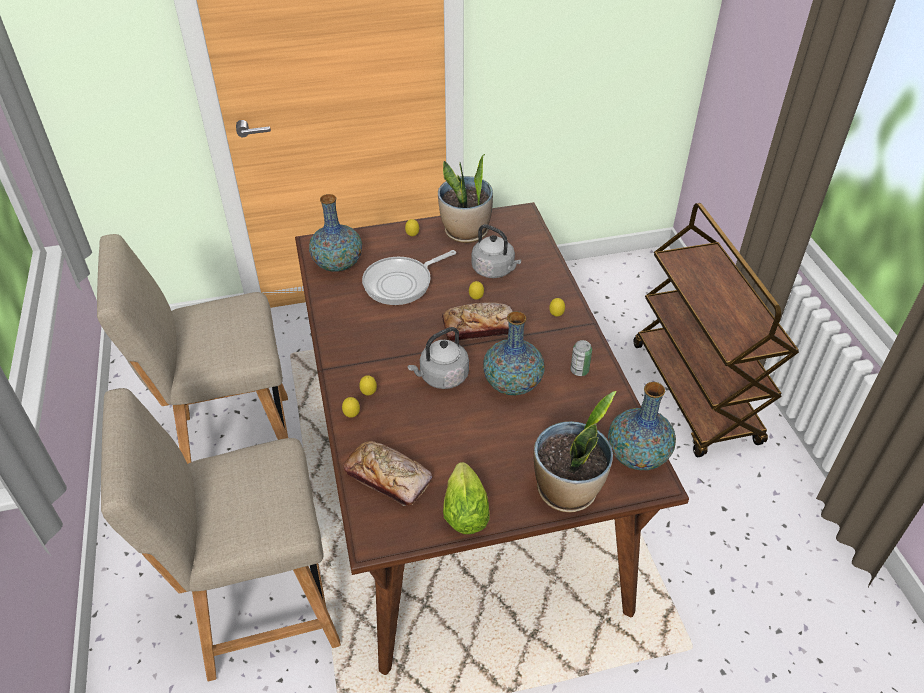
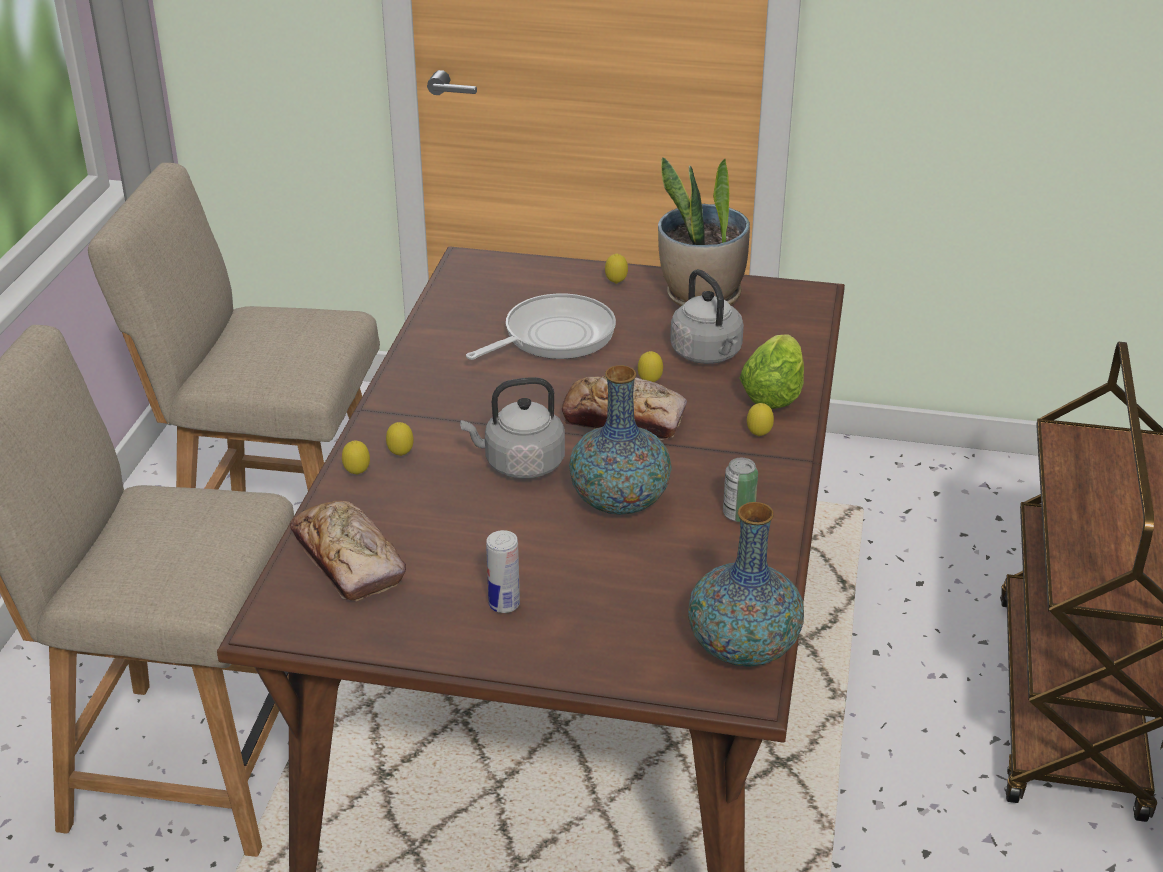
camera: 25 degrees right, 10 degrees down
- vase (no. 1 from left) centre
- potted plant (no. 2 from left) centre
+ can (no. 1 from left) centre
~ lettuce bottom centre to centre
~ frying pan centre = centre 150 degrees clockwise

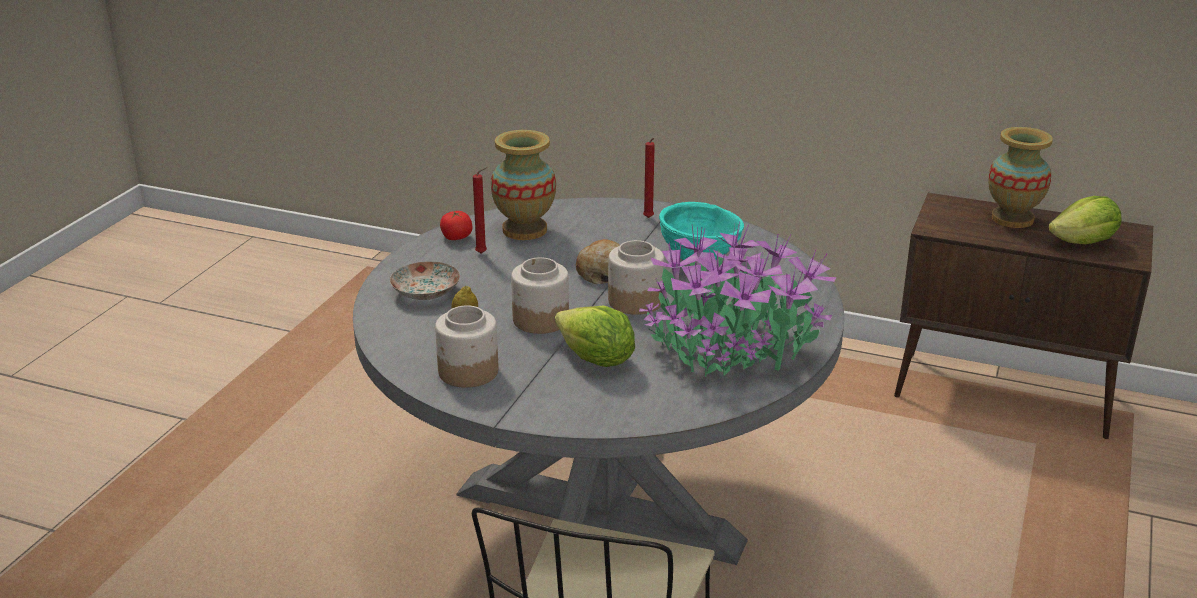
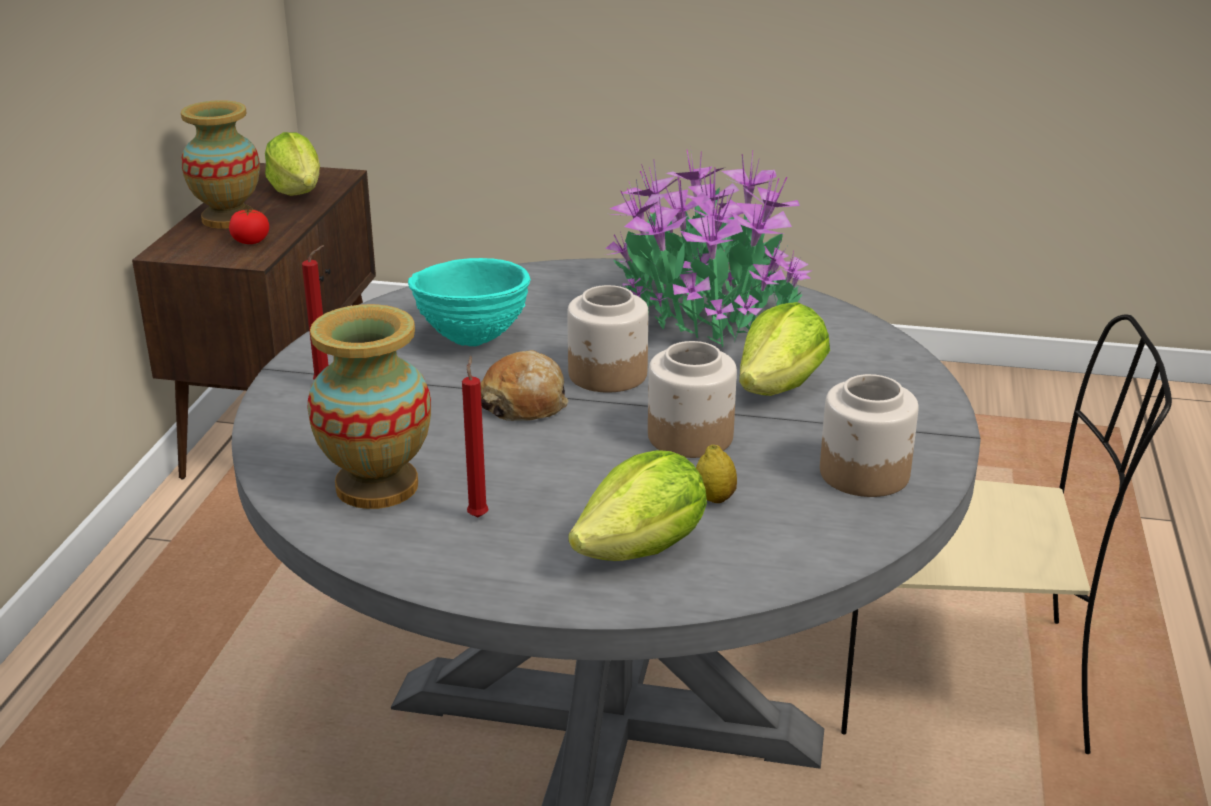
camera: 100 degrees left, 0 degrees up
~ tomato centre to top left
~ plate centre to lettuce (no. 2 from left) centre

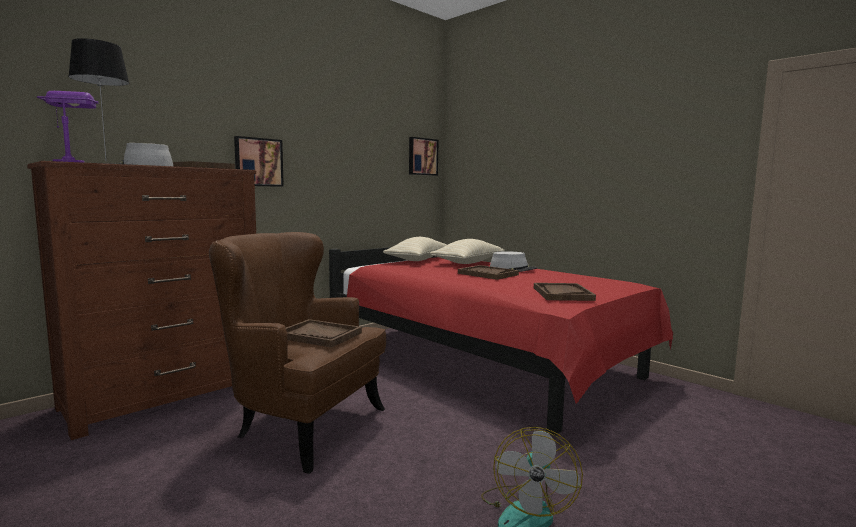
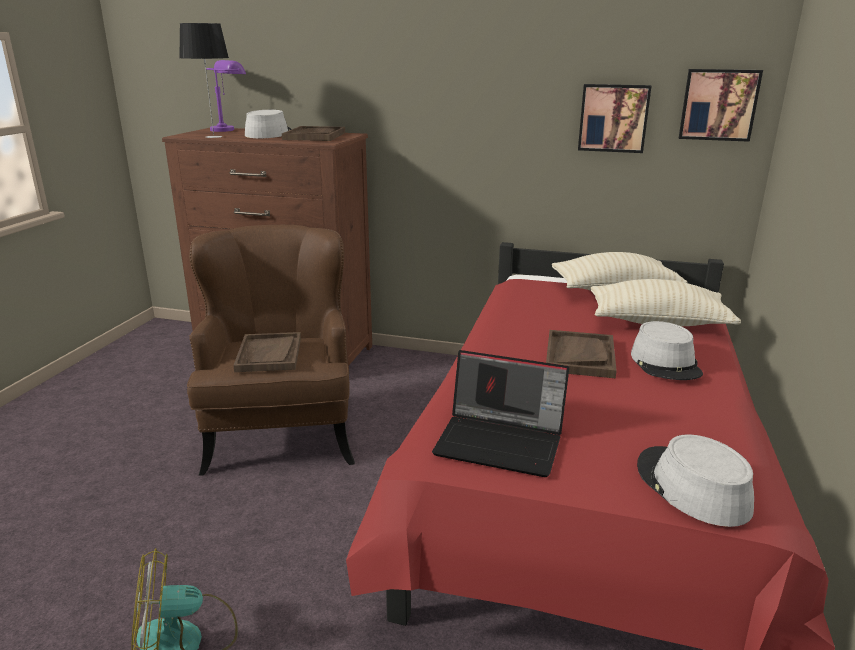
camera: 60 degrees right, 15 degrees up
+ grey hat (no. 3 from left) bottom right
~ picture (no. 1 from left) top left to top right
~ brown tray (no. 4 from left) centre to laptop centre

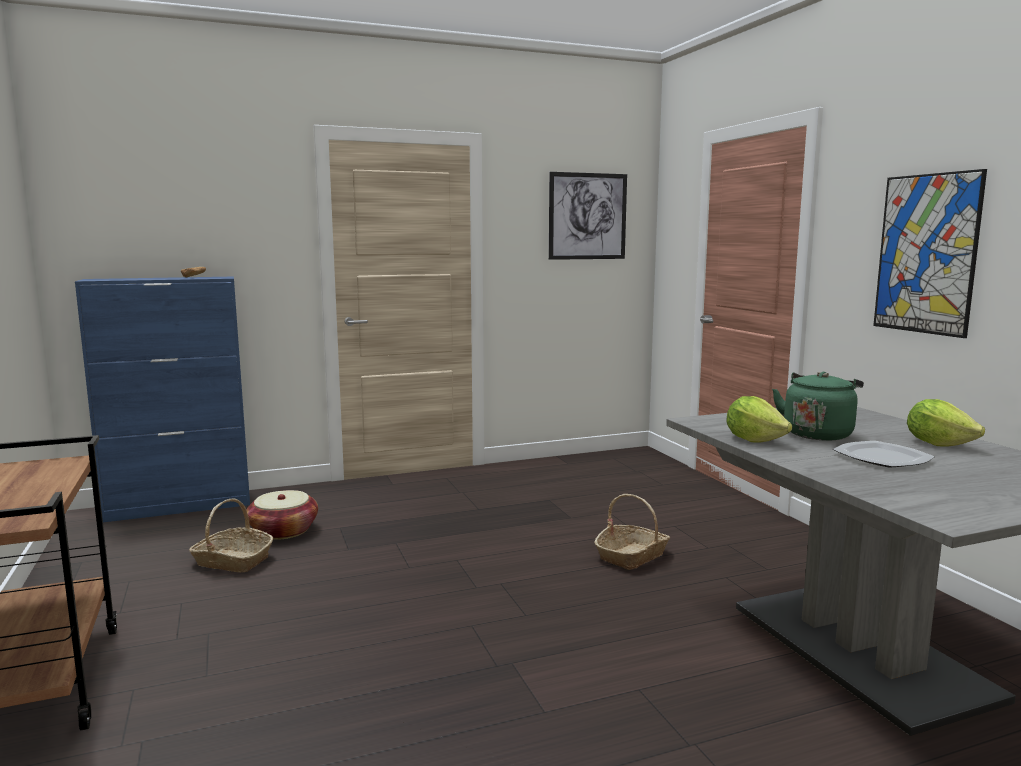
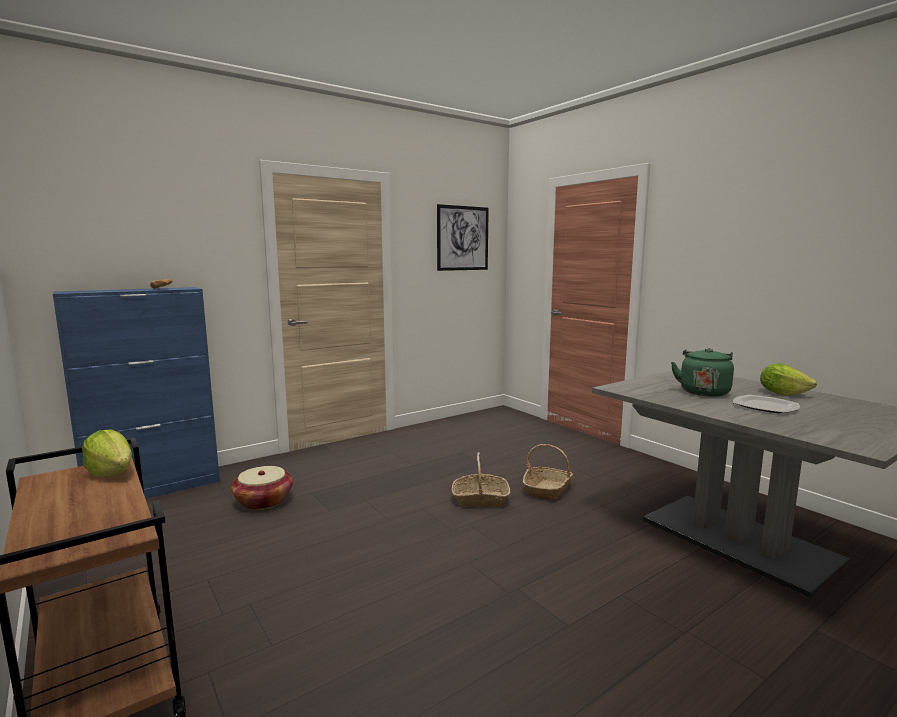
camera: 15 degrees left, 0 degrees up
- picture (no. 2 from left) top right
~ basket (no. 1 from left in the first image) bottom left to basket (no. 2 from left) bottom centre
~ lettuce (no. 1 from left) middle right to middle left

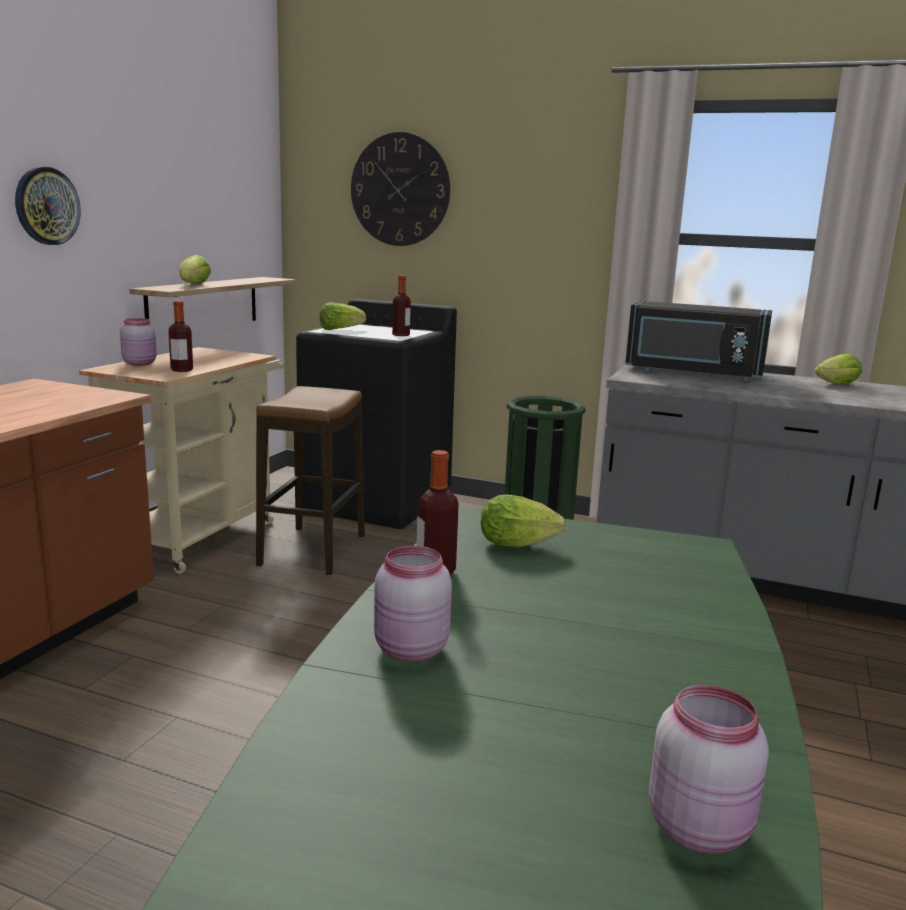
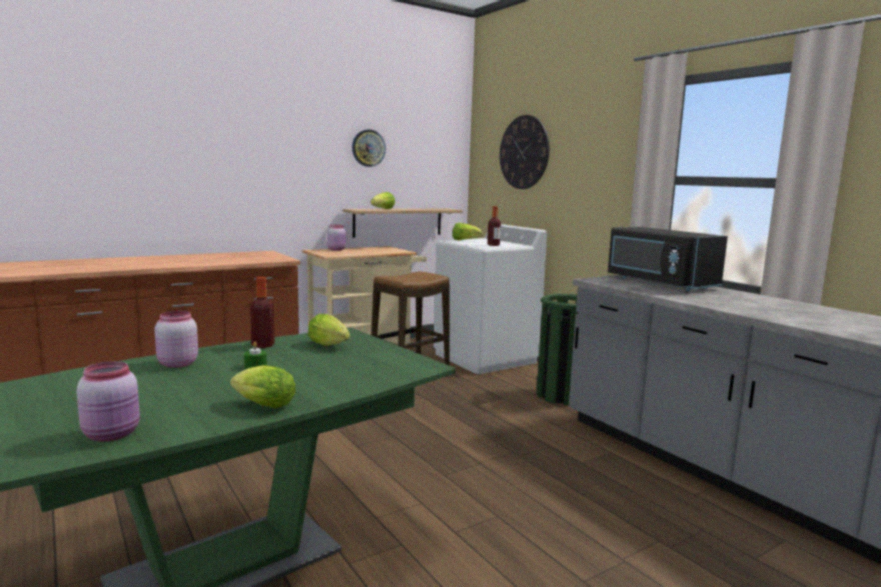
camera: 35 degrees right, 5 degrees down
- bottle (no. 1 from left) middle left
+ green candle middle left
~ wall clock (no. 1 from left) top left to top centre
~ lettuce (no. 4 from left in the first image) middle right to lettuce (no. 1 from left) middle left
~ black washing machine centre to white washing machine centre

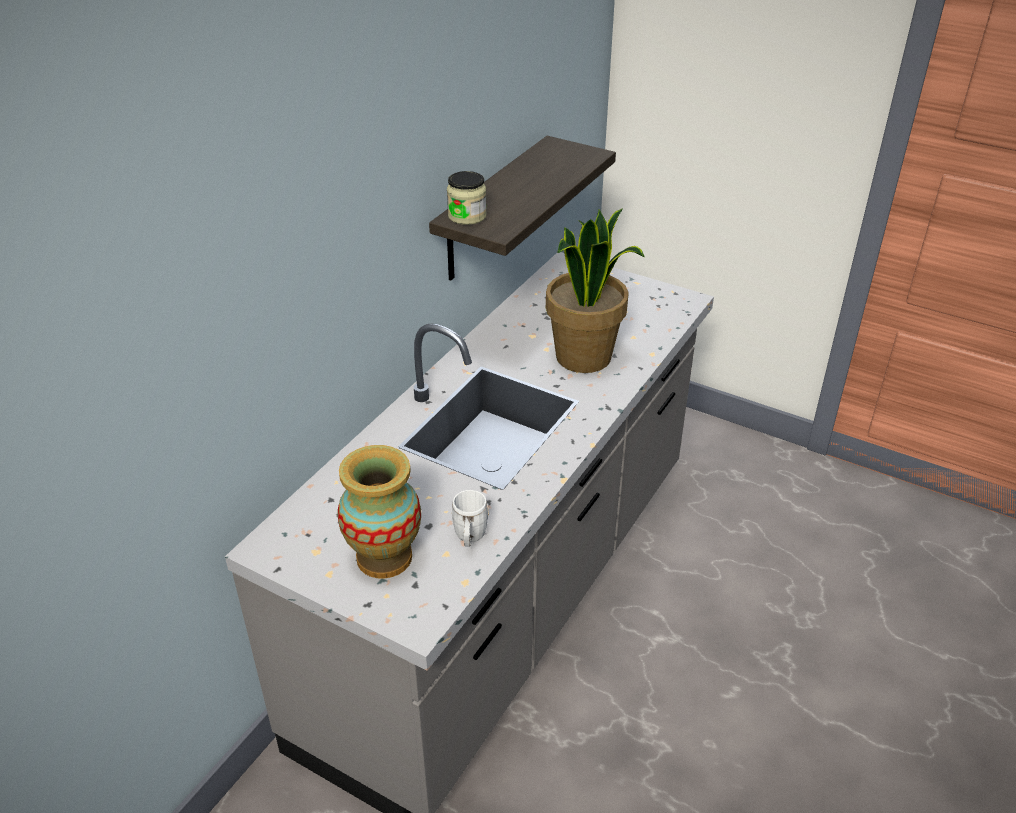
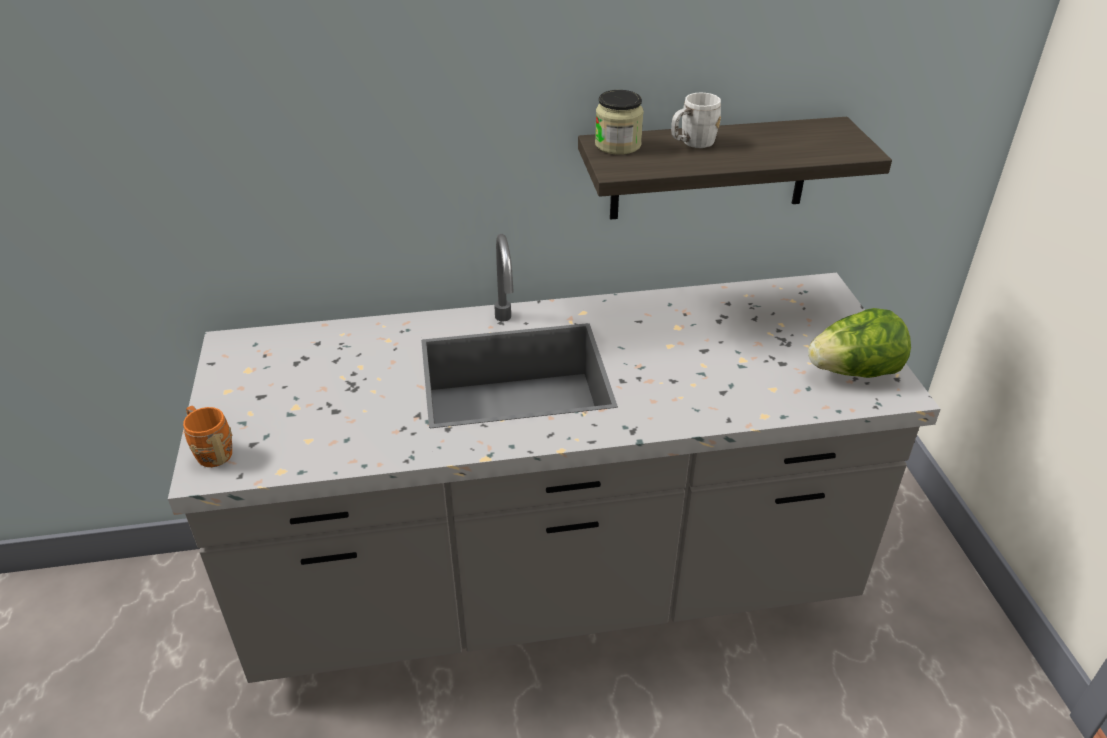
camera: 50 degrees right, 0 degrees up
- vase centre
- potted plant centre
+ orange mug middle left
+ lettuce middle right
~ white mug centre to top centre

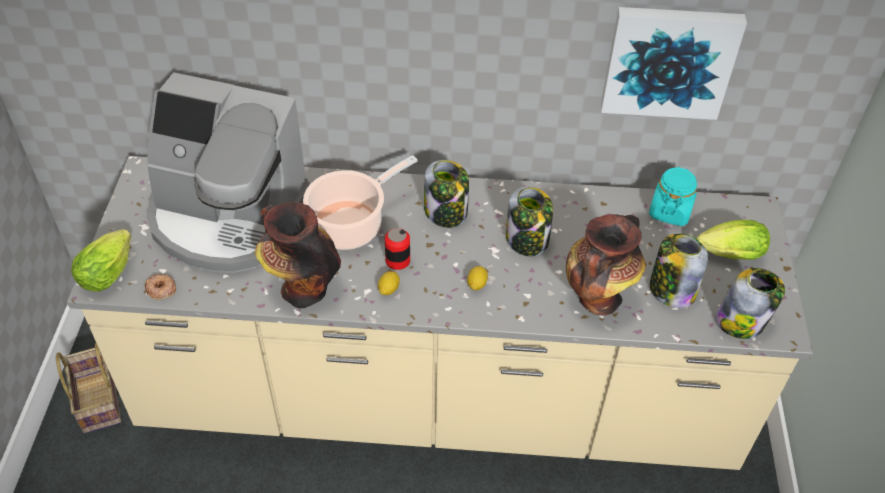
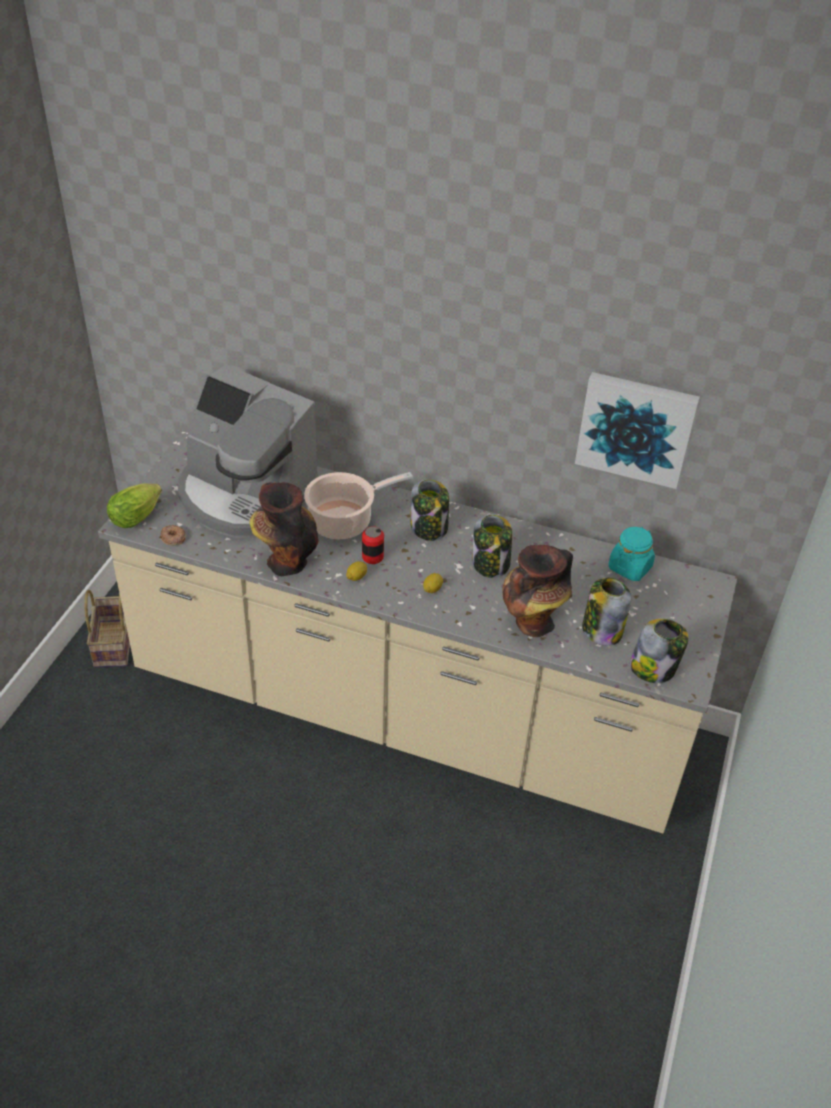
camera: 15 degrees right, 5 degrees down
- lettuce (no. 2 from left) middle right

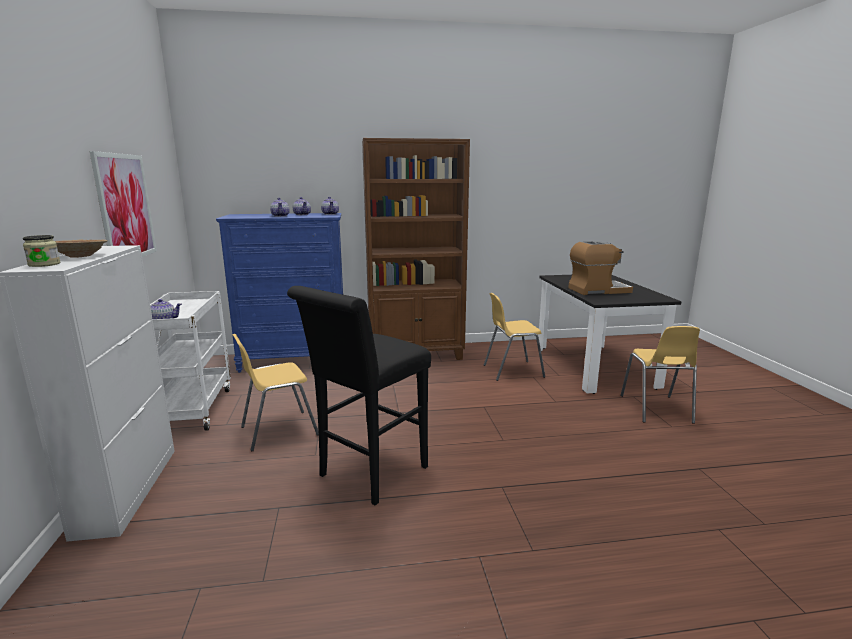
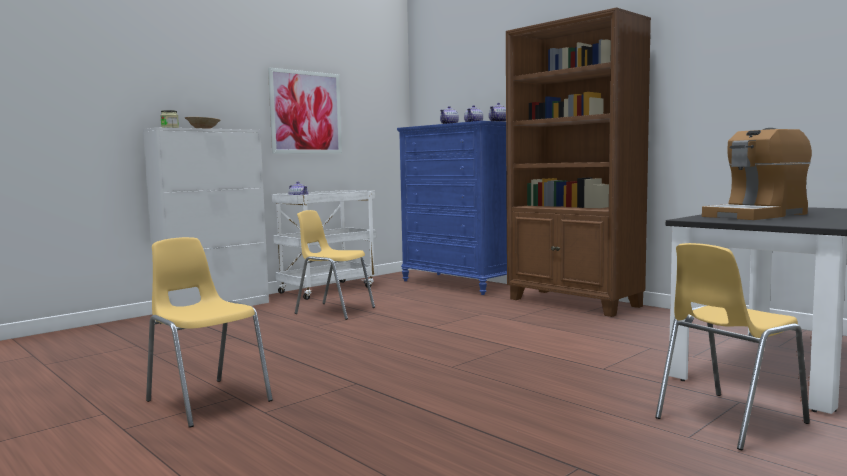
camera: 55 degrees right, 10 degrees down
- black stool centre
~ yellow chair (no. 2 from left in the first image) centre to yellow chair (no. 1 from left) bottom left
~ coffee machine middle right = middle right 105 degrees clockwise

